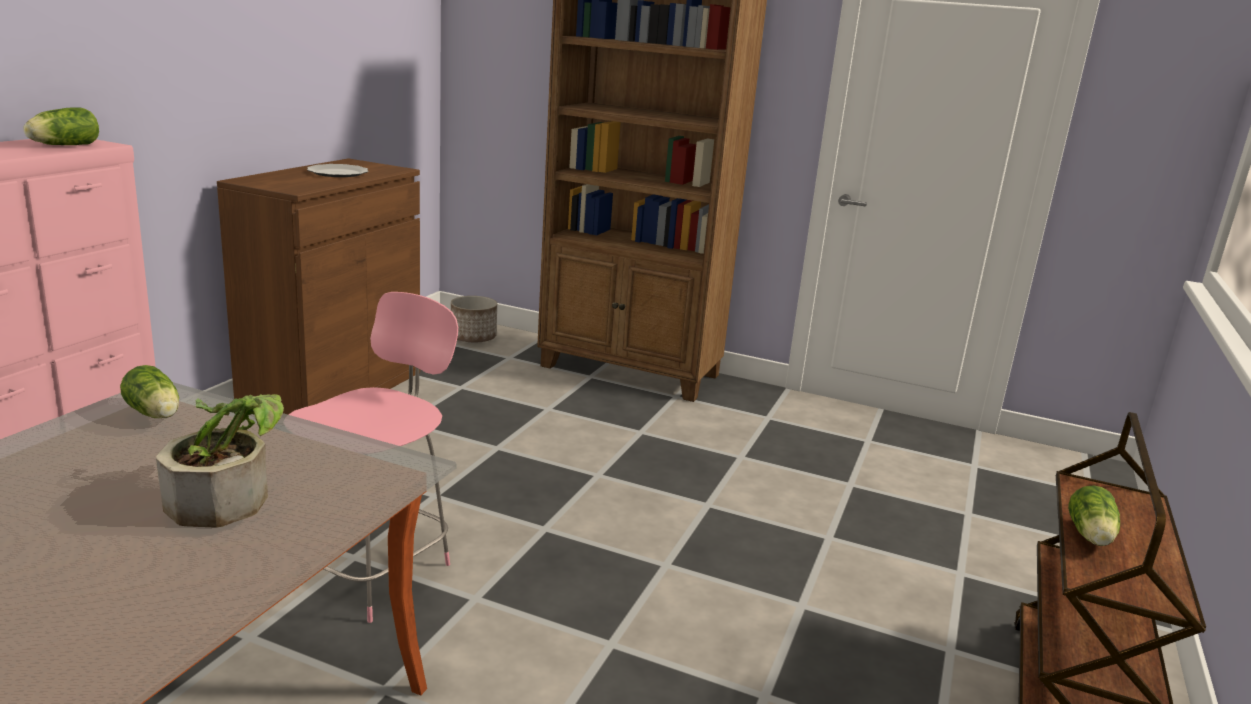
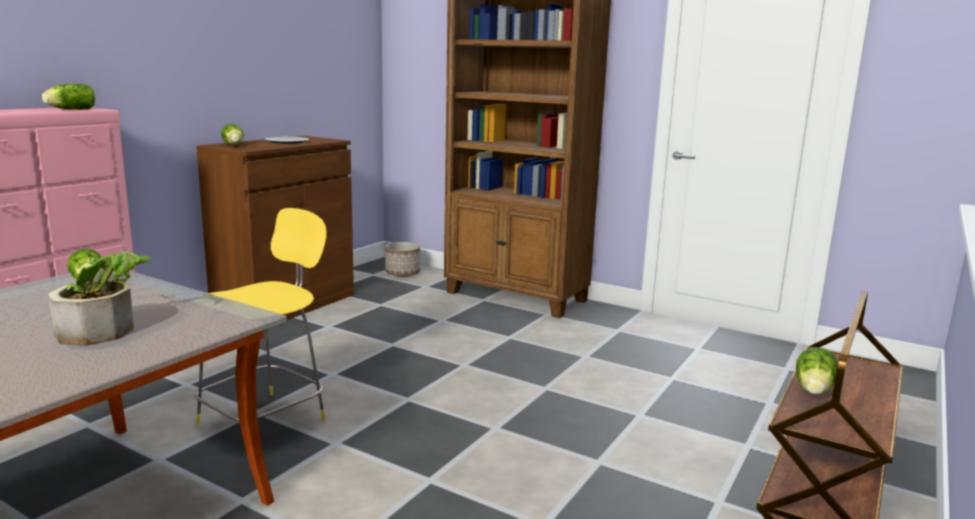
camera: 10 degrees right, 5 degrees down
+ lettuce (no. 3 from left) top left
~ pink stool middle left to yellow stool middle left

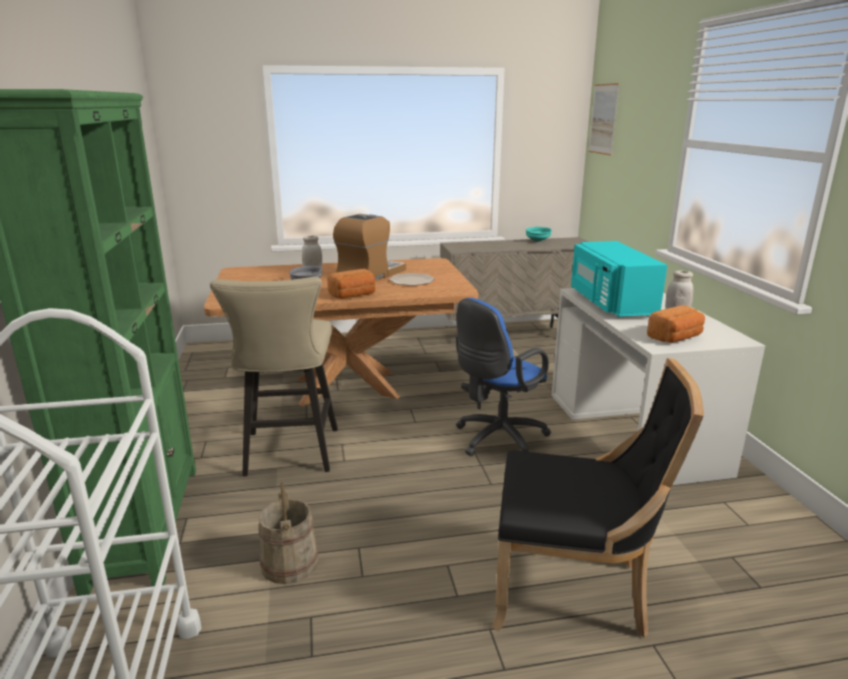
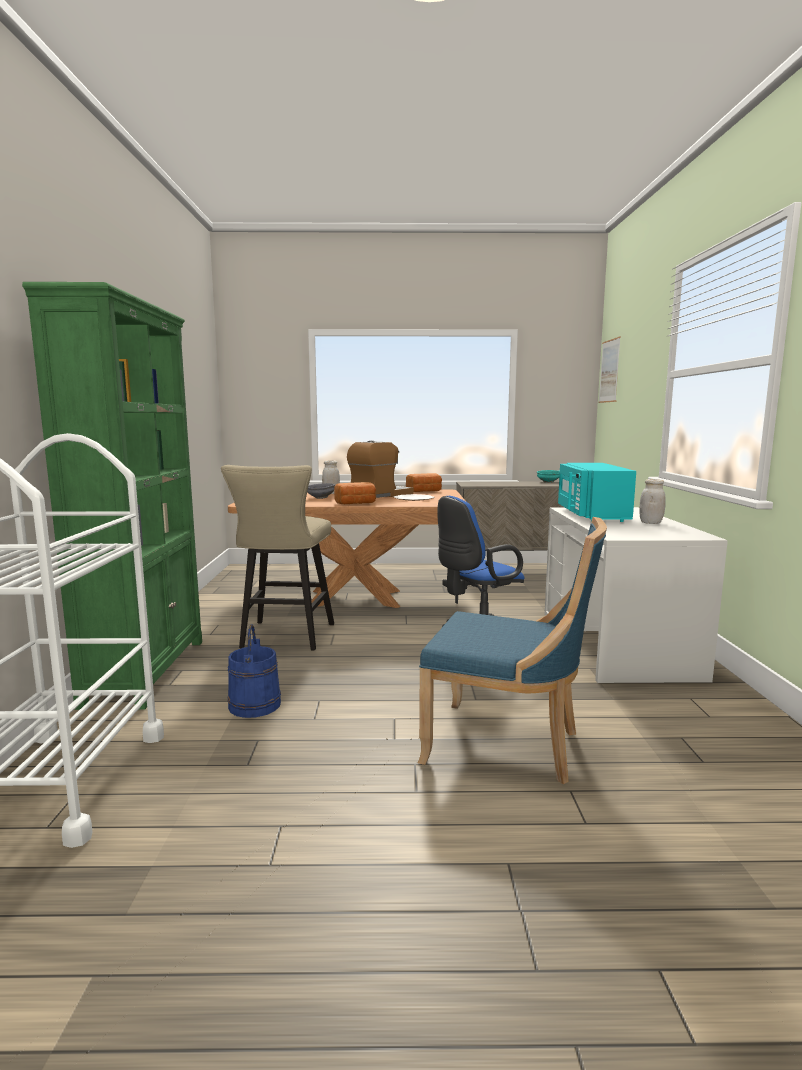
camera: 10 degrees right, 10 degrees down
~ bread (no. 2 from left) middle right to centre
~ beige bucket bottom centre to blue bucket middle left
~ black chair bottom right to blue chair centre

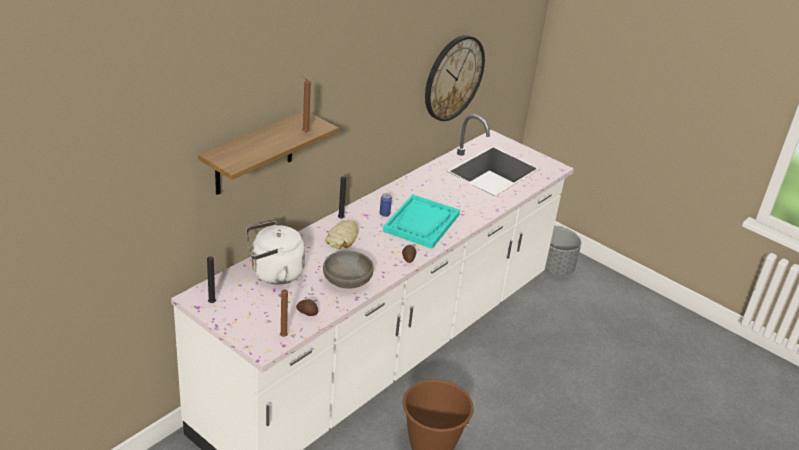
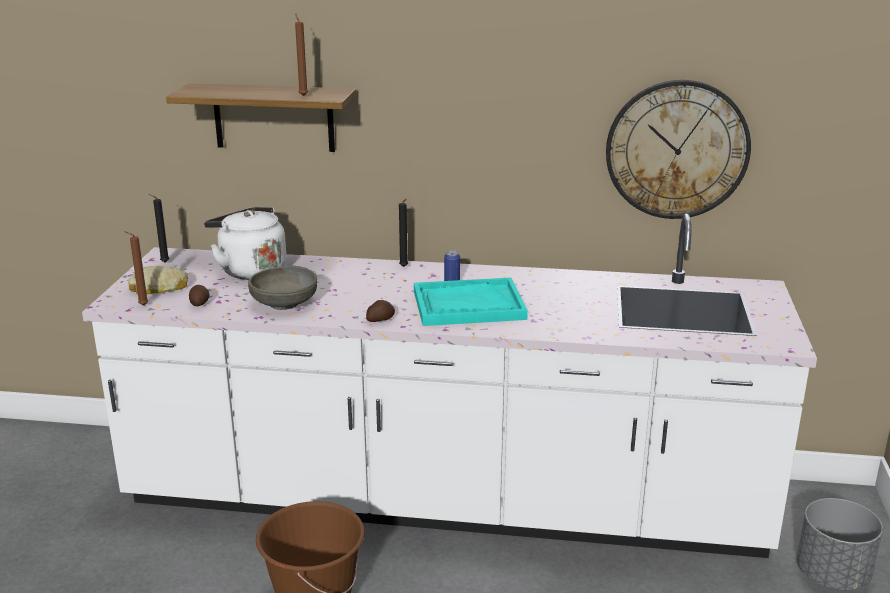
camera: 60 degrees right, 10 degrees down
~ bread centre to middle left

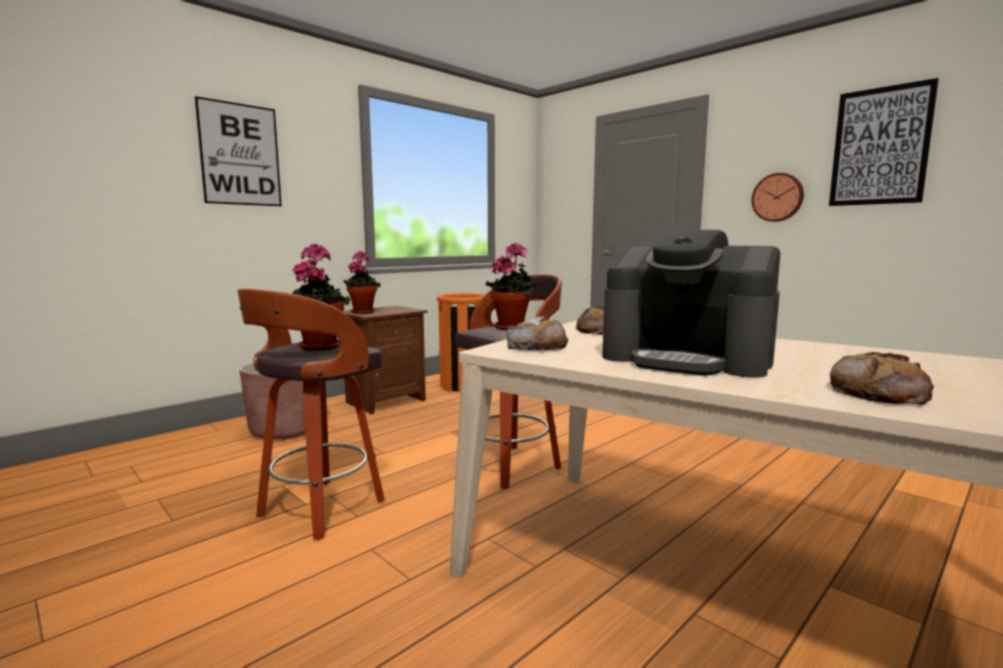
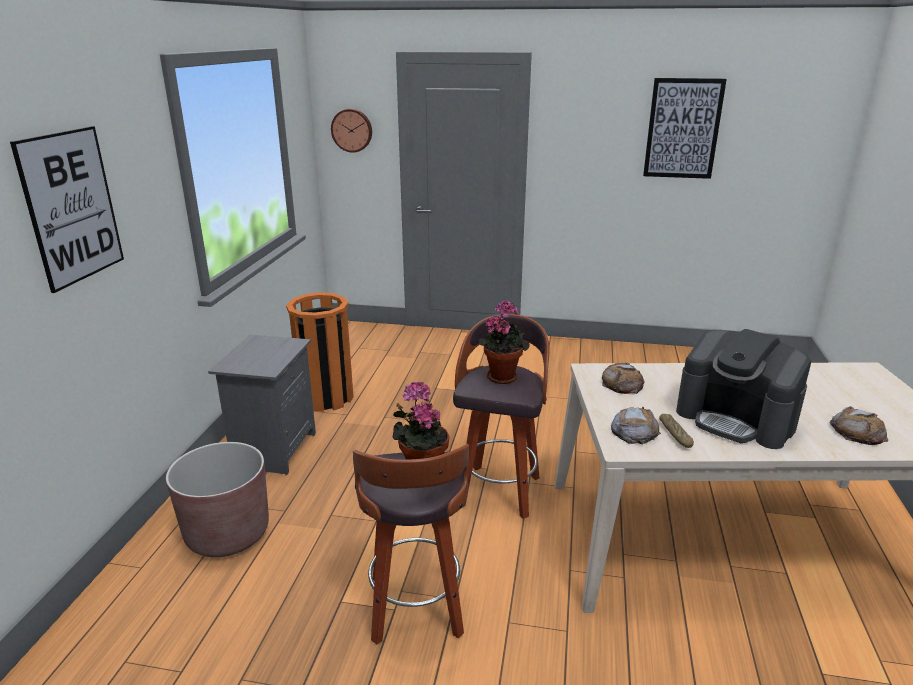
camera: 35 degrees left, 15 degrees up
- potted plant (no. 2 from left) centre
+ bread (no. 3 from left) middle right
~ wall clock top right to top centre
~ brown nightstand centre to grey nightstand middle left
~ coffee machine middle right = middle right 45 degrees clockwise

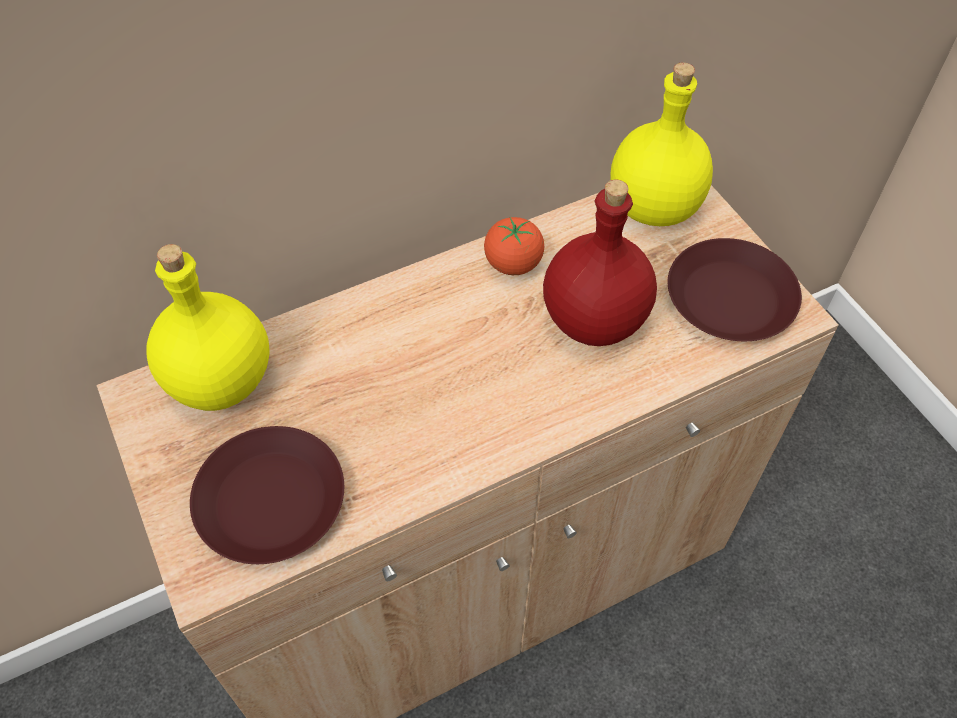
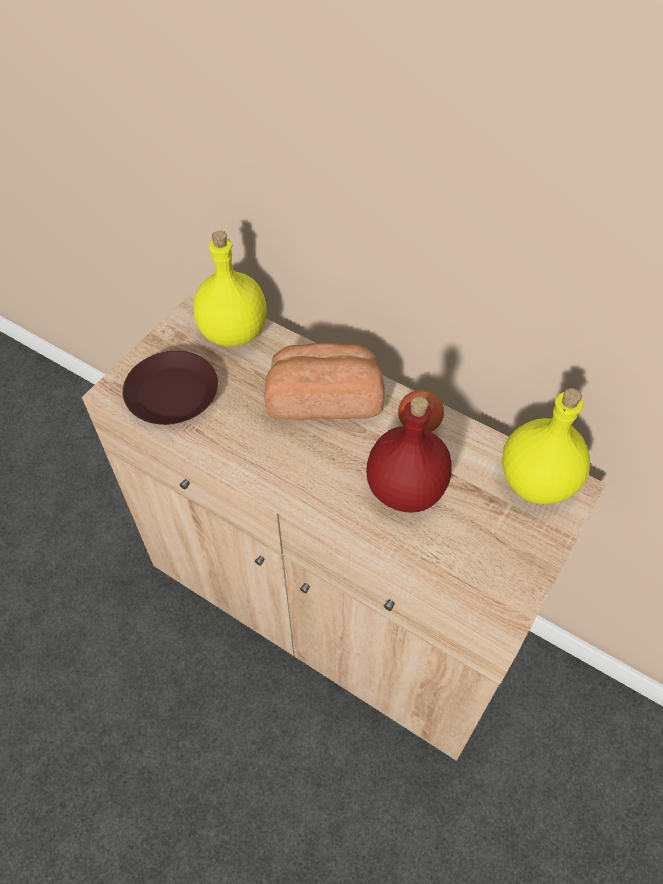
camera: 60 degrees right, 0 degrees up
- brown plate (no. 2 from left) middle right
+ bread centre

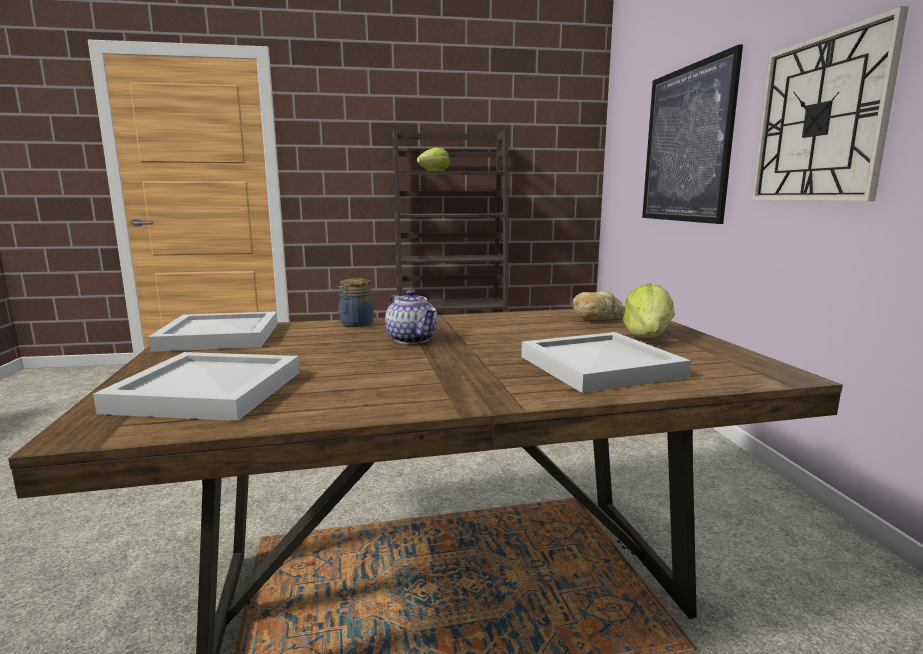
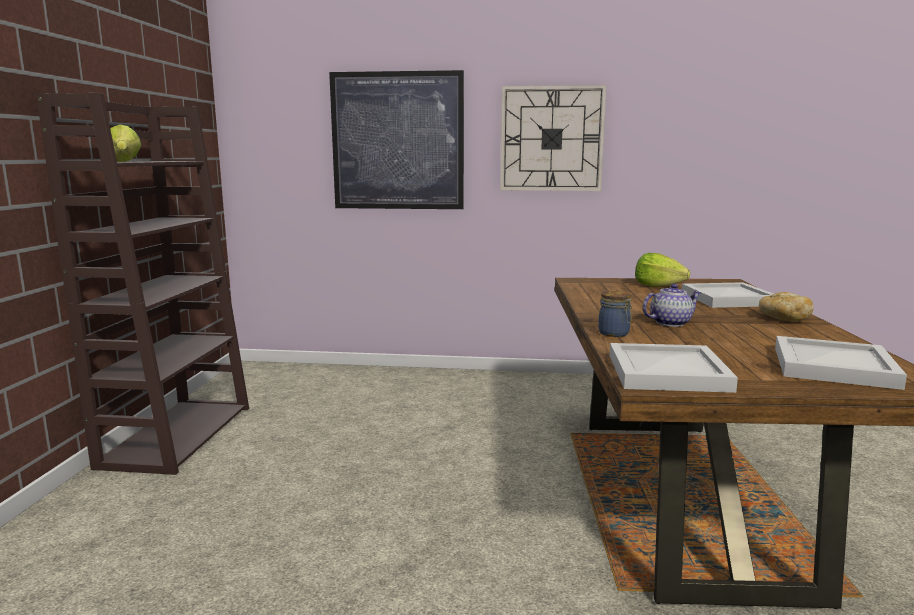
camera: 75 degrees left, 0 degrees up
~ bread centre to middle right

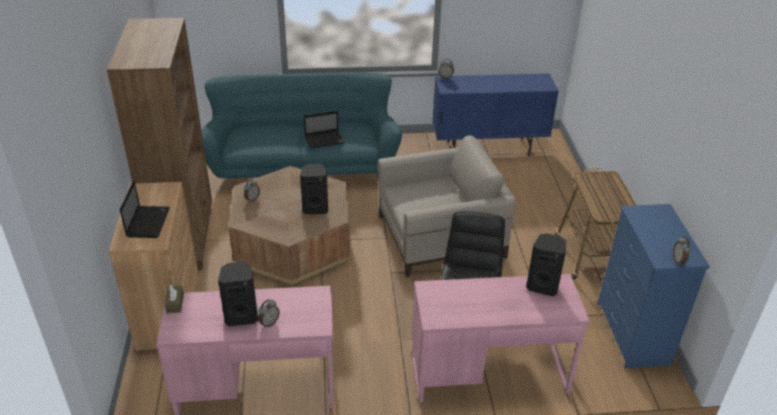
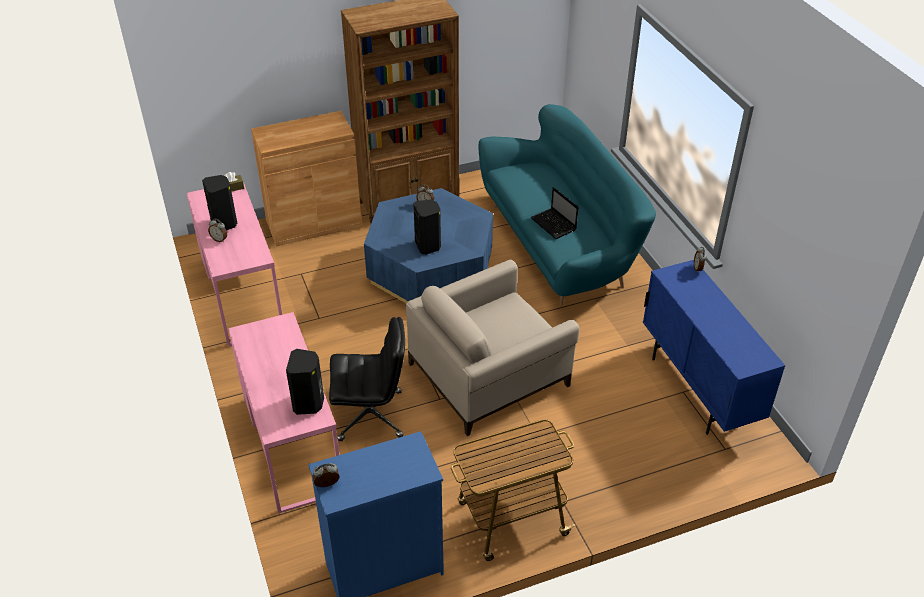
camera: 75 degrees right, 5 degrees up
- laptop (no. 1 from left) middle left
~ brown coffee table centre to blue coffee table centre
~ beige armchair centre = centre 90 degrees clockwise

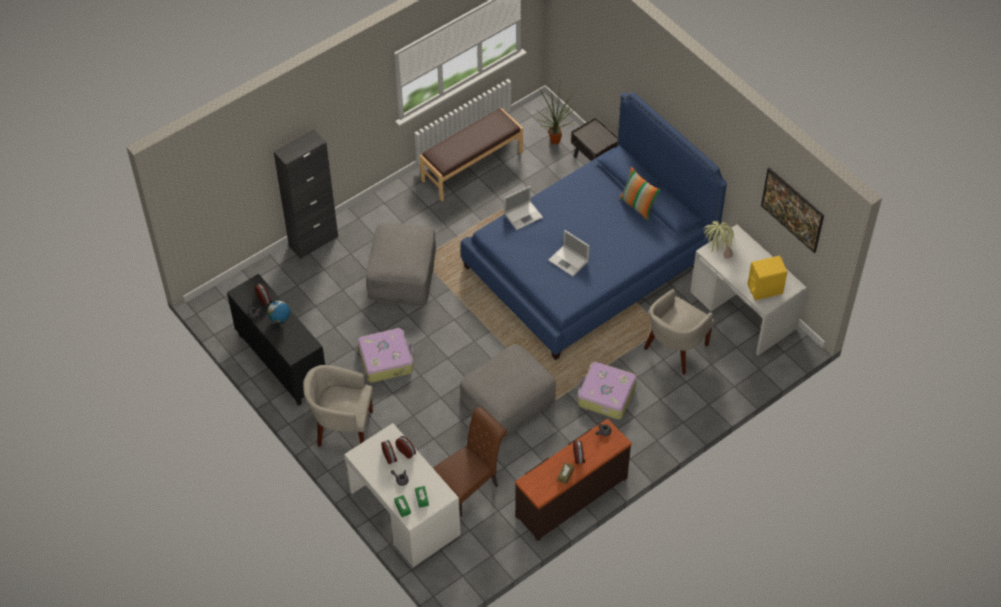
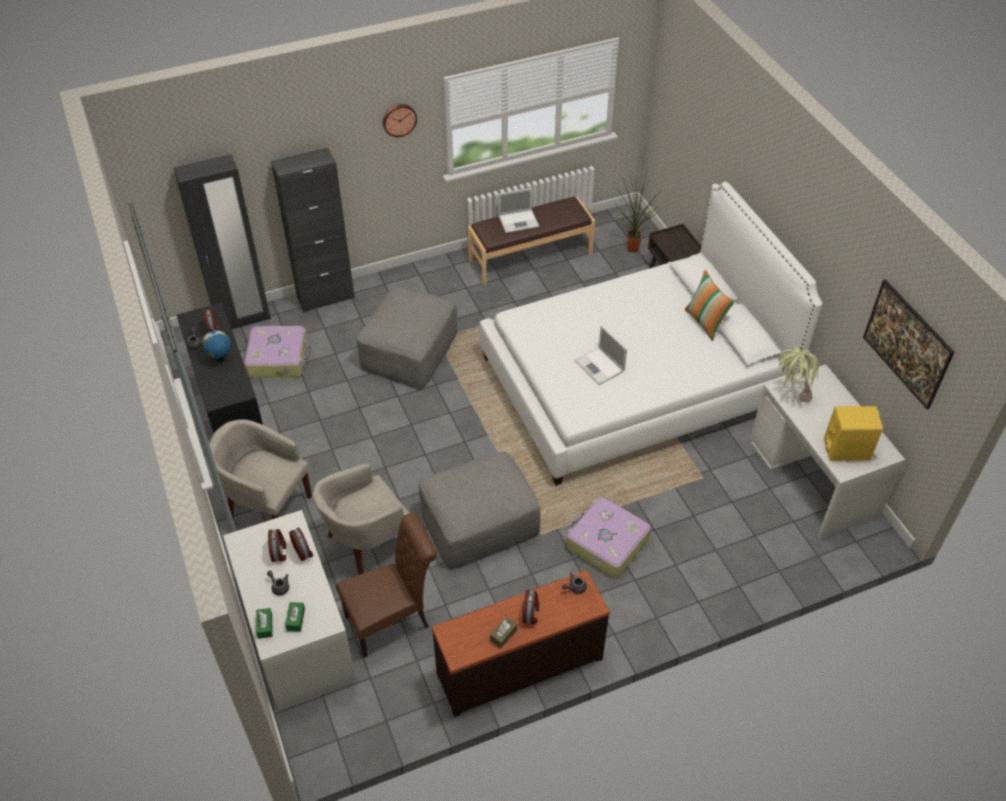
camera: 15 degrees right, 5 degrees down
+ black wardrobe top left
+ wall clock top centre
~ suitcase (no. 1 from left) centre to middle left
~ laptop (no. 1 from left) centre to top centre
~ beige armchair (no. 2 from left) middle right to centre
~ blue bed centre to white bed centre

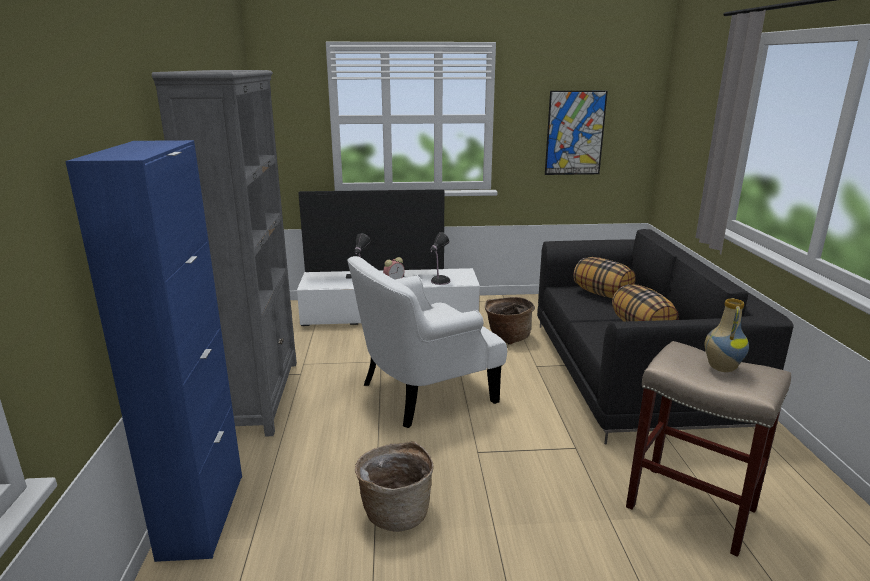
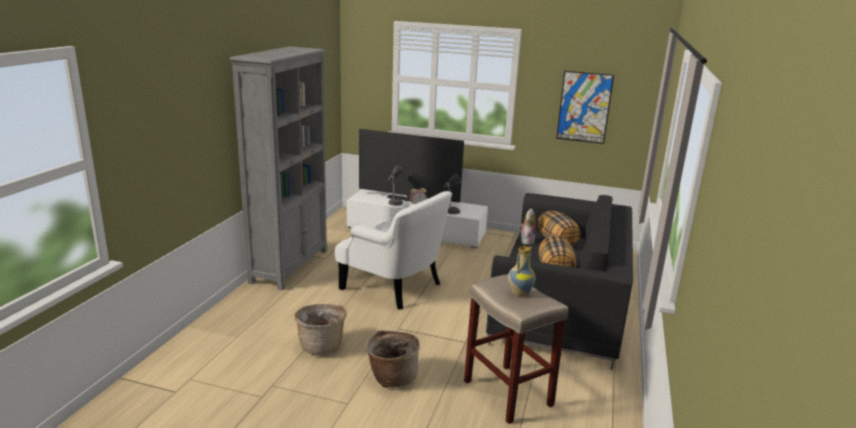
camera: 20 degrees right, 0 degrees up
- blue cabinet middle left
+ plush toy centre
~ basket (no. 2 from left) centre to bottom centre
~ white armchair centre = centre 135 degrees counterclockwise

